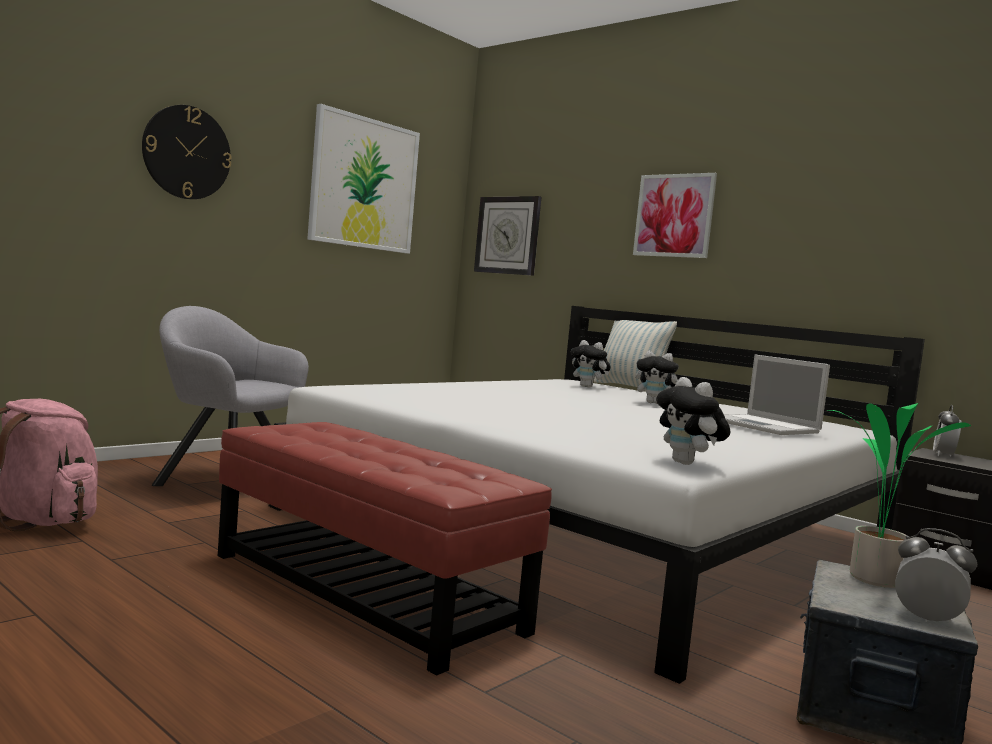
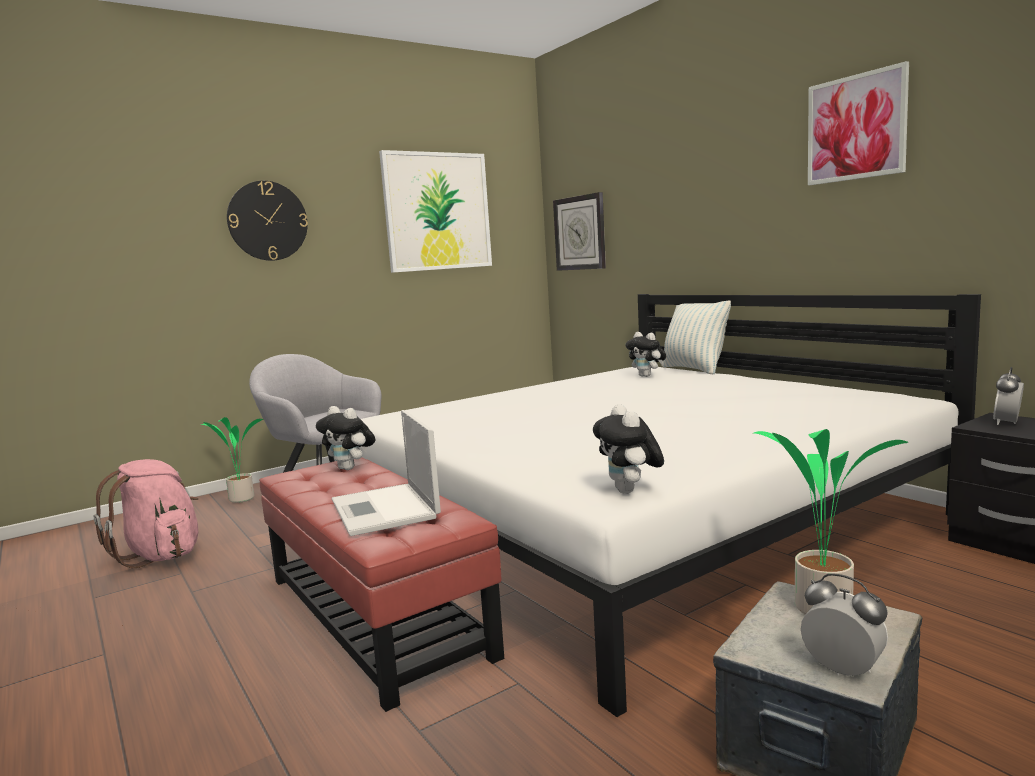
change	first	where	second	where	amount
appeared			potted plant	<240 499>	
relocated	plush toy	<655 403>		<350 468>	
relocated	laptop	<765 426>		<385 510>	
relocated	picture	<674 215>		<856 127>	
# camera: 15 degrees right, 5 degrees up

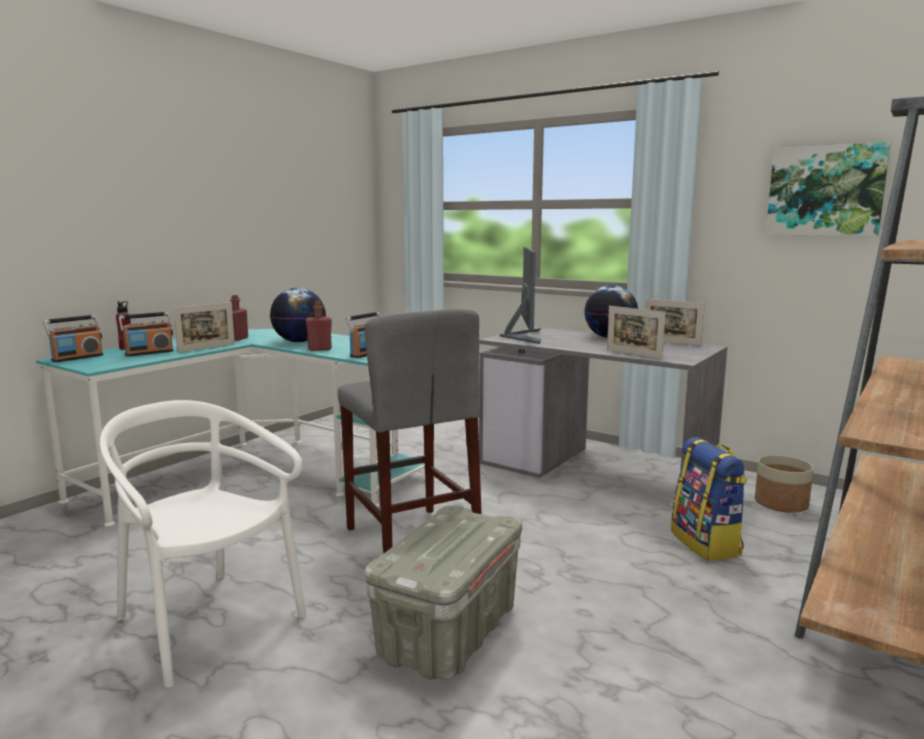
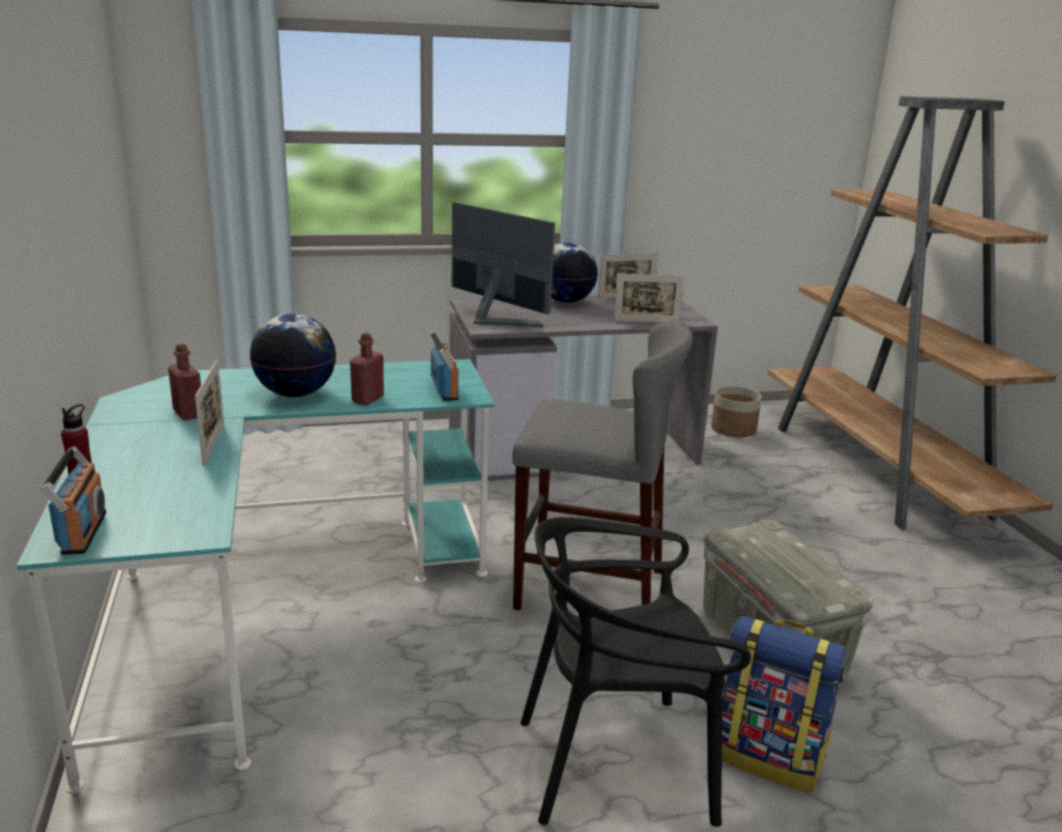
change	first	where	second	where	amount
colour	white chair	<207 622>	black chair	<616 764>	
relocated	backpack	<706 544>		<769 756>	
missing	radio	<149 353>			
missing	picture	<825 191>			
# camera: 50 degrees left, 10 degrees up

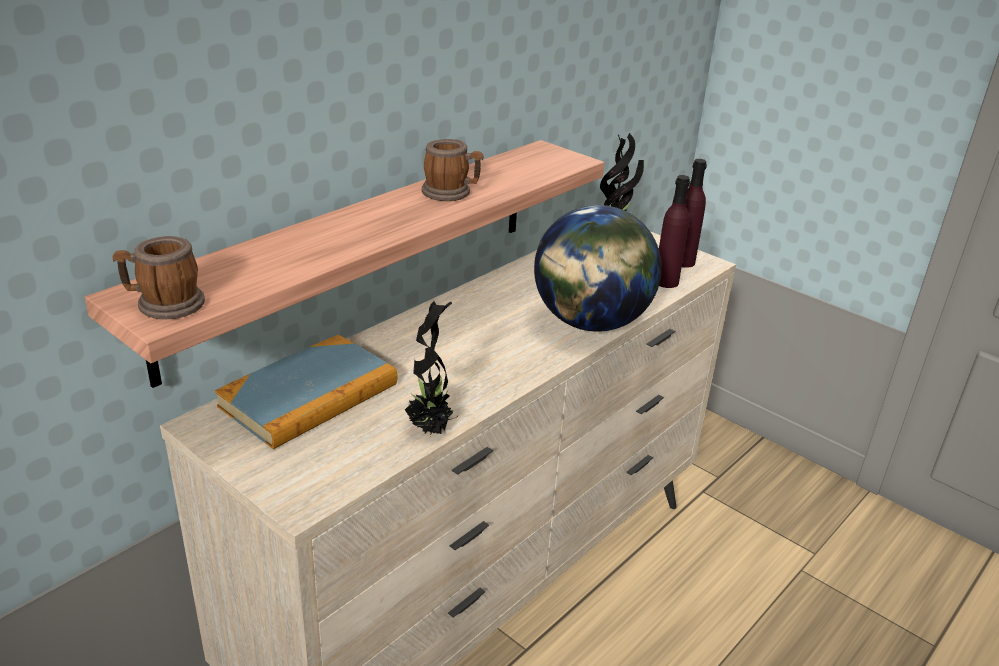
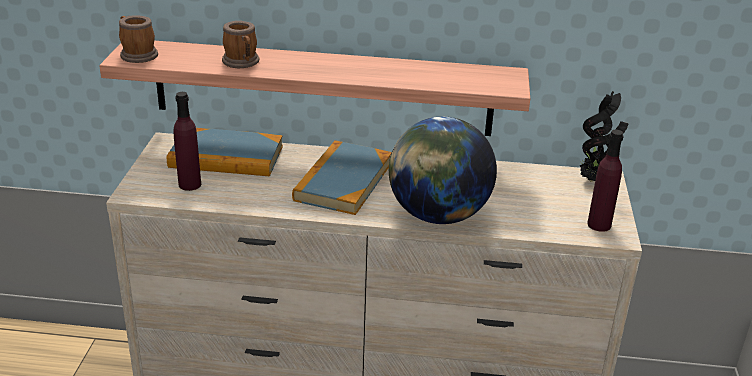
change	first	where	second	where	amount
relocated	purple bottle	<666 282>		<189 184>	
relocated	mug	<451 192>		<242 63>	
appeared			book	<343 181>	
missing	potted plant	<430 429>			
# camera: 55 degrees right, 0 degrees up

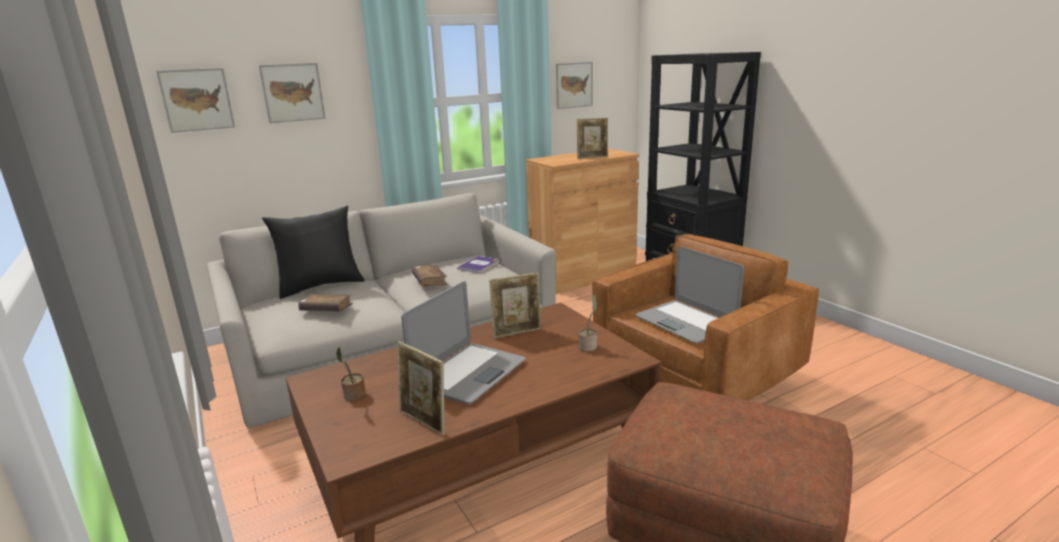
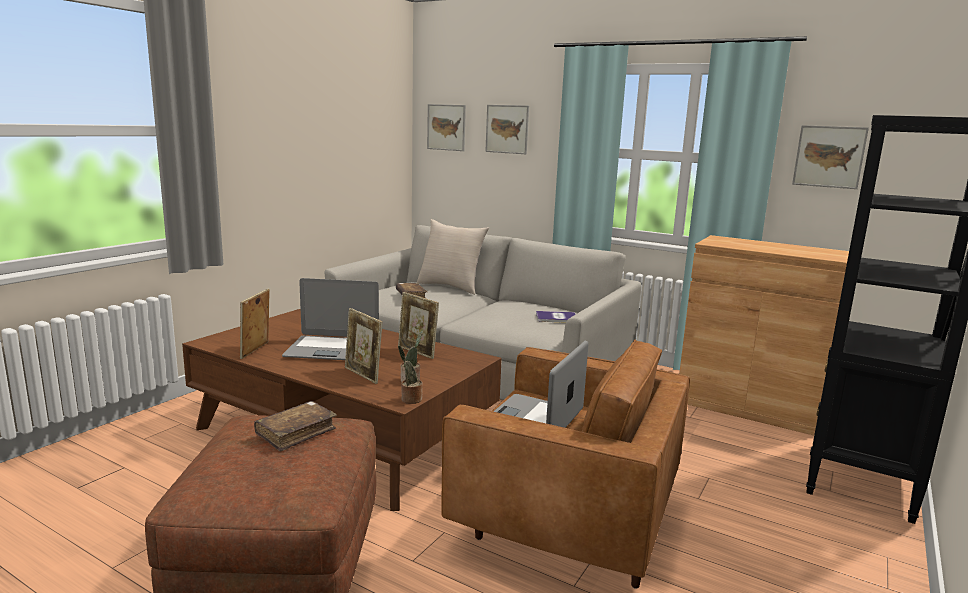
change	first	where	second	where	amount
relocated	brown book	<429 281>		<296 433>	
relocated	picture frame	<592 158>		<363 375>	
relocated	potted plant	<353 396>		<410 399>	
colour	black pillow	<320 286>	beige pillow	<451 286>	
# camera: 60 degrees right, 5 degrees down

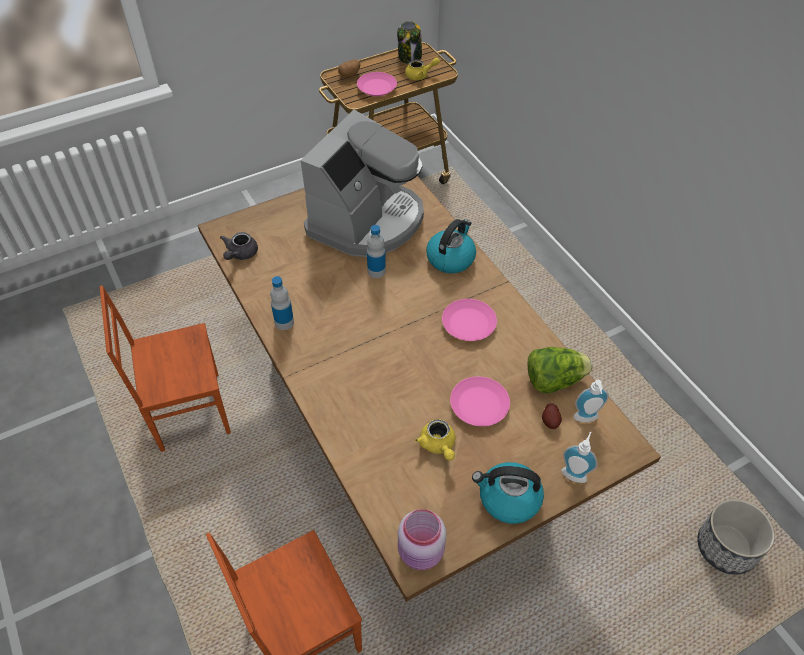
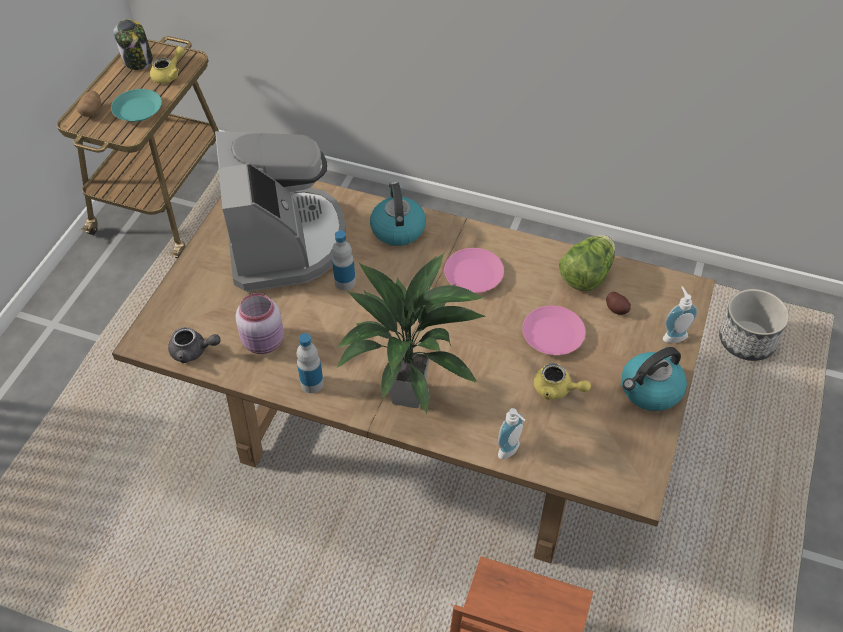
change	first	where	second	where	amount
colour	pink plate	<377 87>	turquoise plate	<137 109>	
spun	grey teapot	<240 254>		<193 351>	60 degrees counterclockwise
relocated	pink jar	<421 553>		<264 342>	
appeared			potted plant	<410 396>	
relocated	soap dispenser	<586 419>		<511 451>	
missing	brown chair	<188 411>			
# camera: 40 degrees left, 0 degrees up

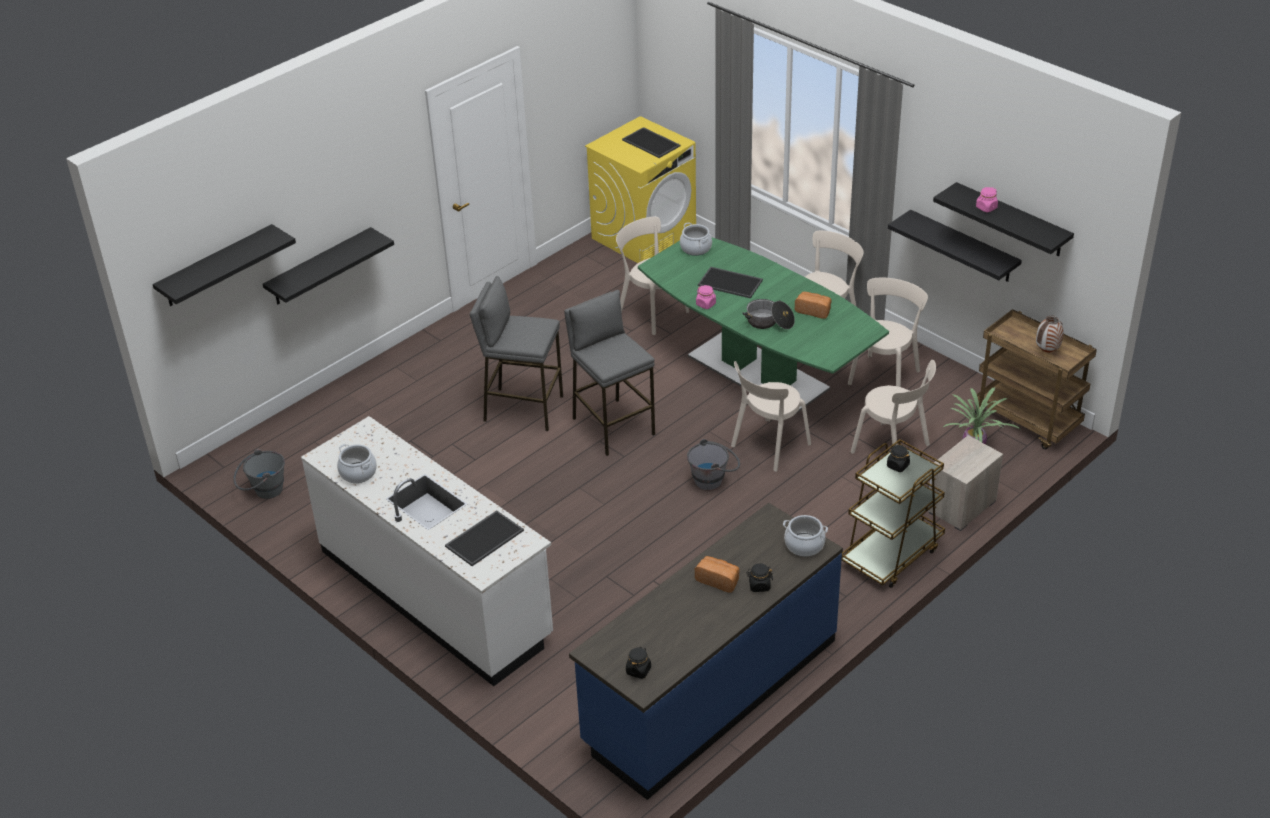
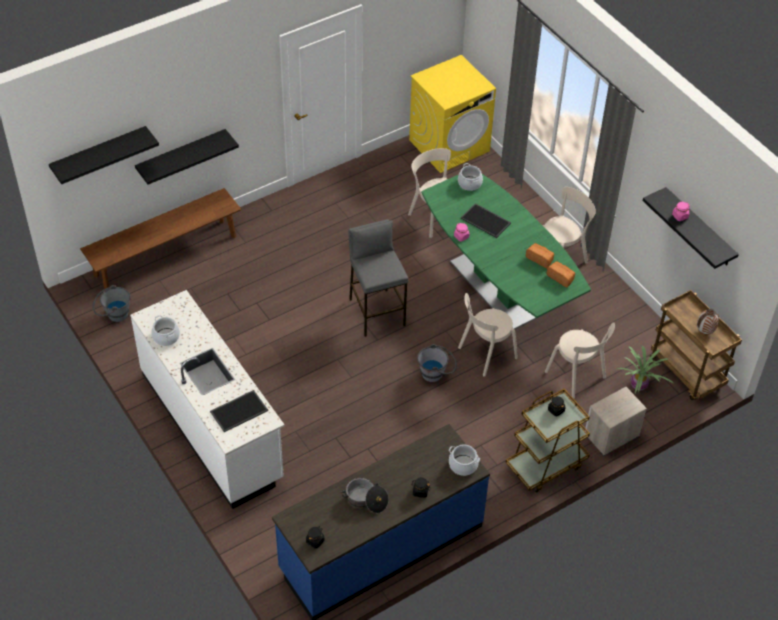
change	first	where	second	where	amount
appeared			brown bench	<165 256>	
relocated	cooking pot	<769 322>		<366 500>	
relocated	bread	<718 580>		<561 278>	
missing	grey stool	<523 408>			
missing	tray	<652 143>			
missing	beige chair	<885 375>			
missing	black shelf	<963 247>			
# camera: 10 degrees right, 10 degrees up

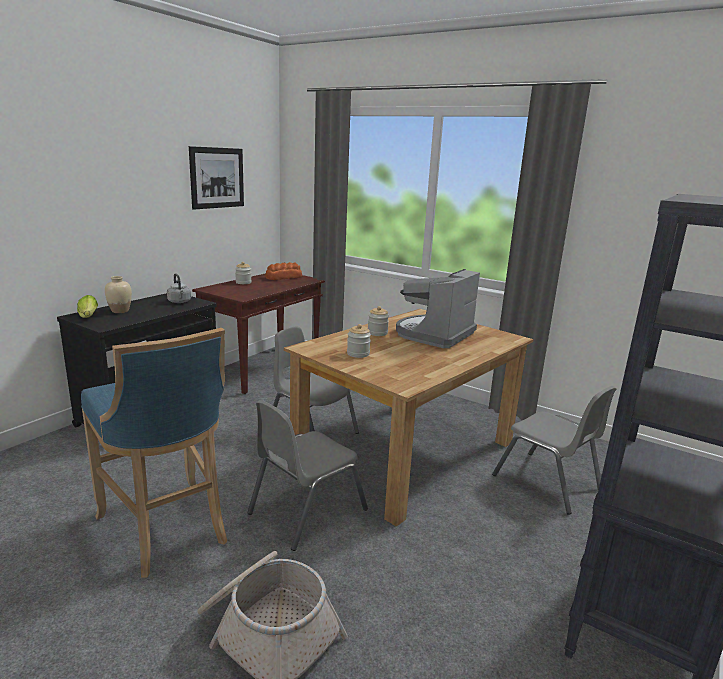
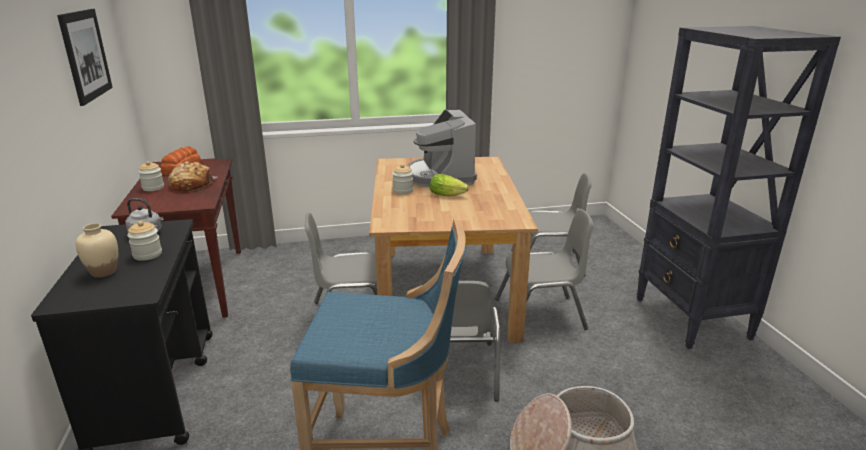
change	first	where	second	where	amount
relocated	jar	<358 354>		<147 254>	
appeared			bread	<191 184>	
relocated	lettuce	<88 317>		<449 195>	
appeared			grey chair	<540 315>	
# camera: 45 degrees left, 5 degrees up

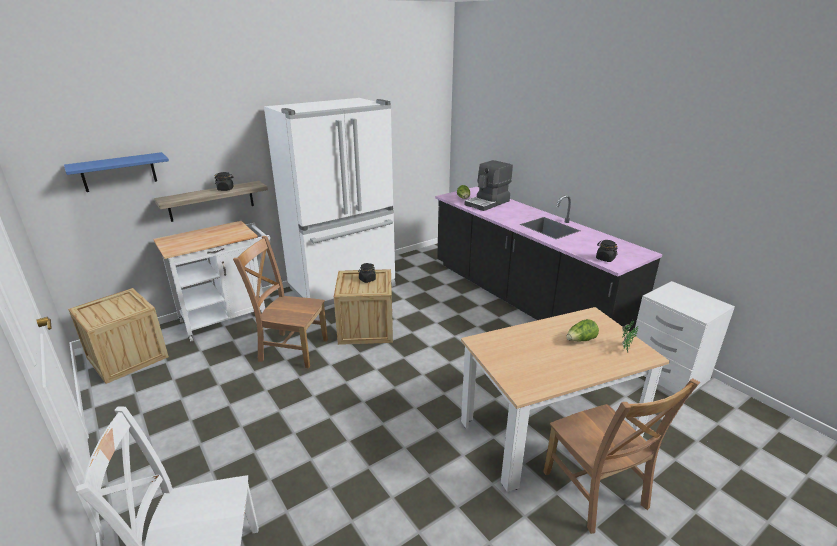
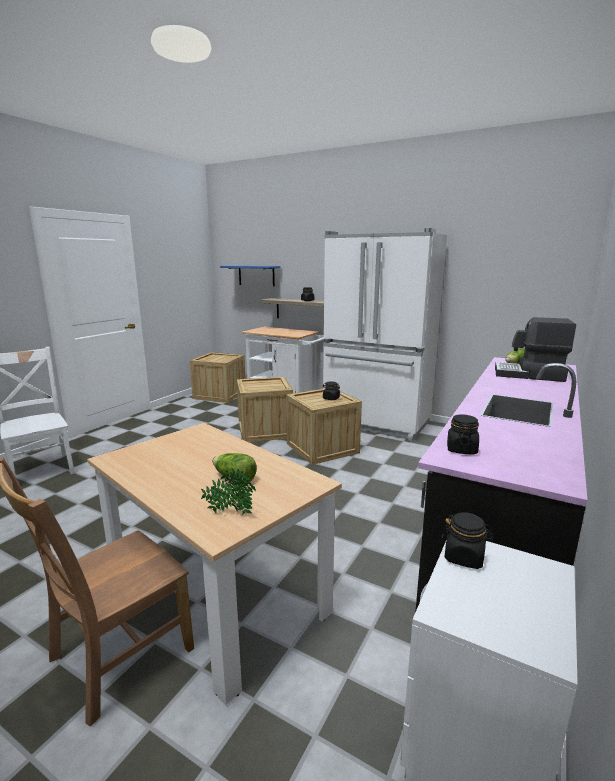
change	first	where	second	where	amount
exchanged	brown chair	<291 349>	crate	<265 430>	
appeared			black jar	<464 557>	
# camera: 65 degrees right, 10 degrees down

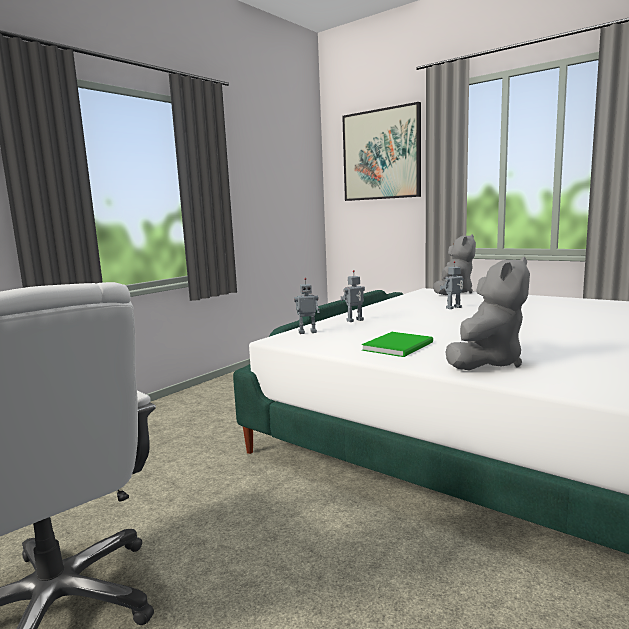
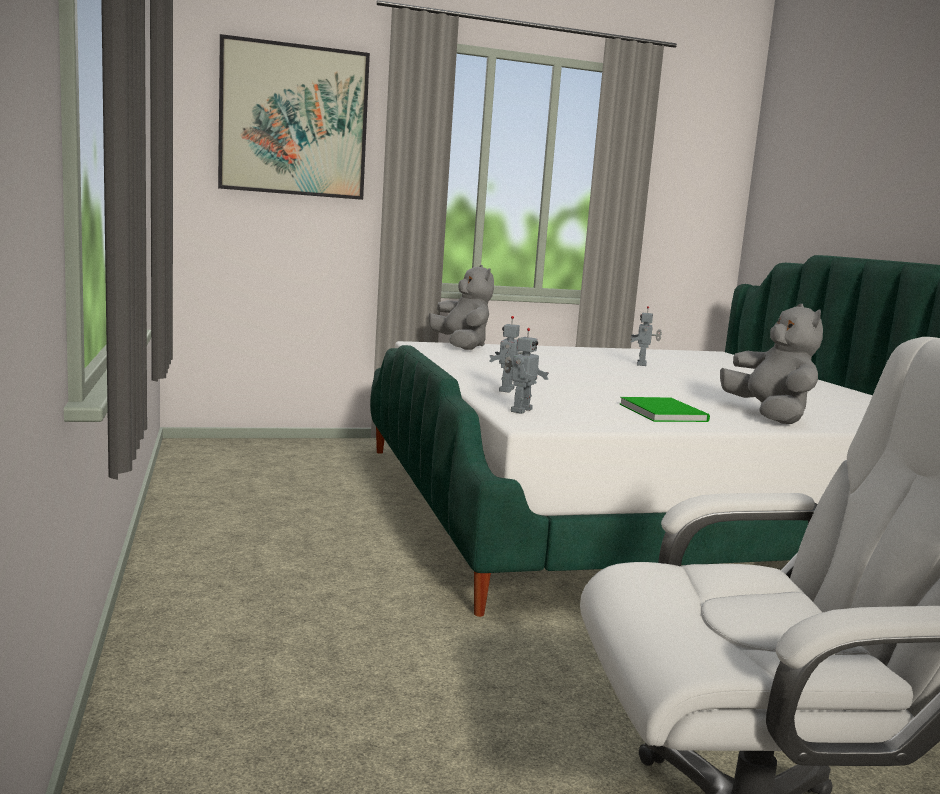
change	first	where	second	where	amount
relocated	toy robot	<454 308>		<642 364>	
# camera: 55 degrees left, 0 degrees up

